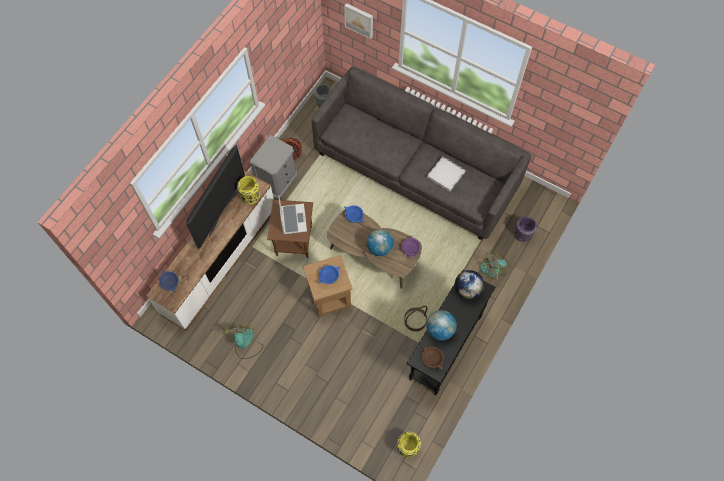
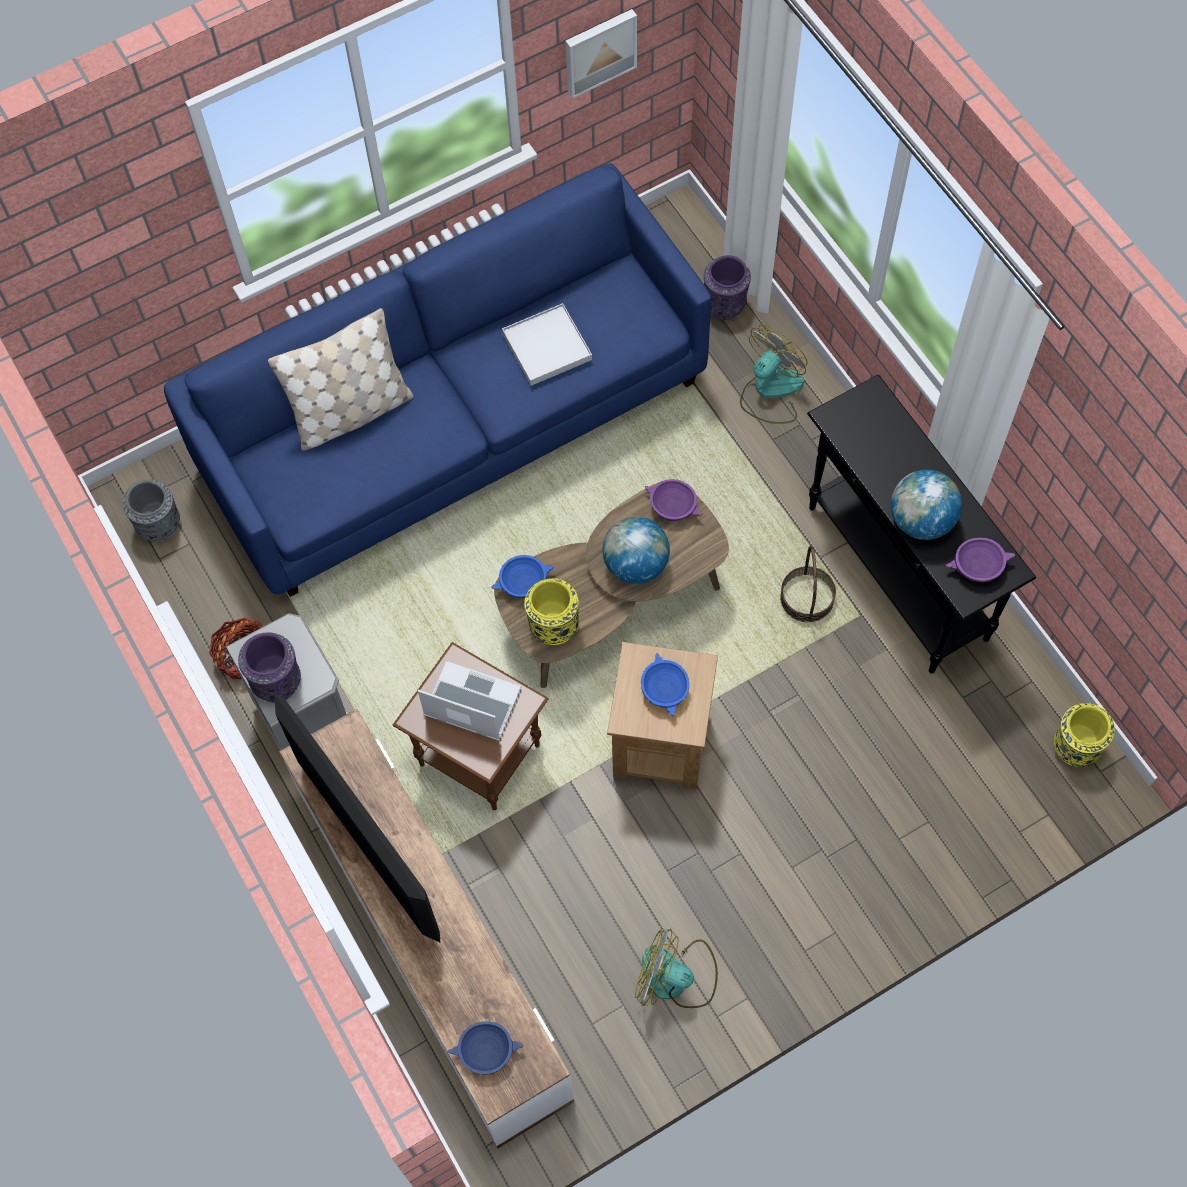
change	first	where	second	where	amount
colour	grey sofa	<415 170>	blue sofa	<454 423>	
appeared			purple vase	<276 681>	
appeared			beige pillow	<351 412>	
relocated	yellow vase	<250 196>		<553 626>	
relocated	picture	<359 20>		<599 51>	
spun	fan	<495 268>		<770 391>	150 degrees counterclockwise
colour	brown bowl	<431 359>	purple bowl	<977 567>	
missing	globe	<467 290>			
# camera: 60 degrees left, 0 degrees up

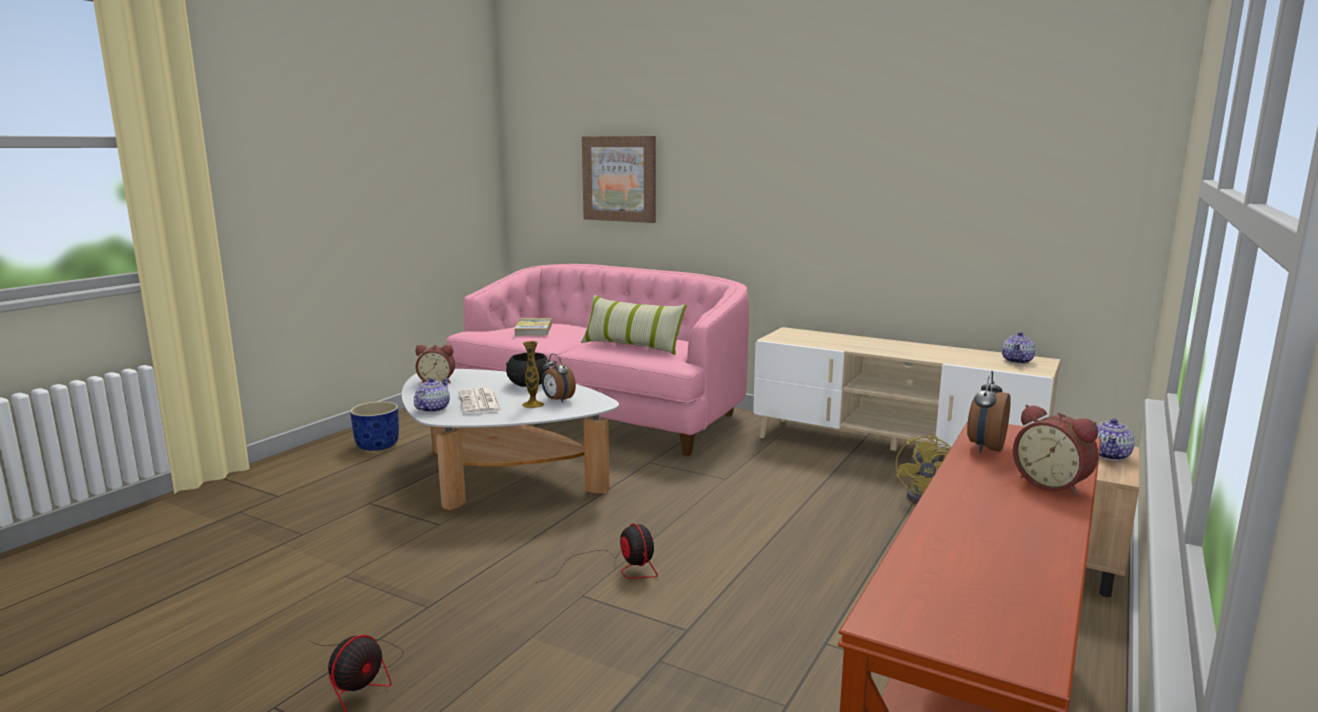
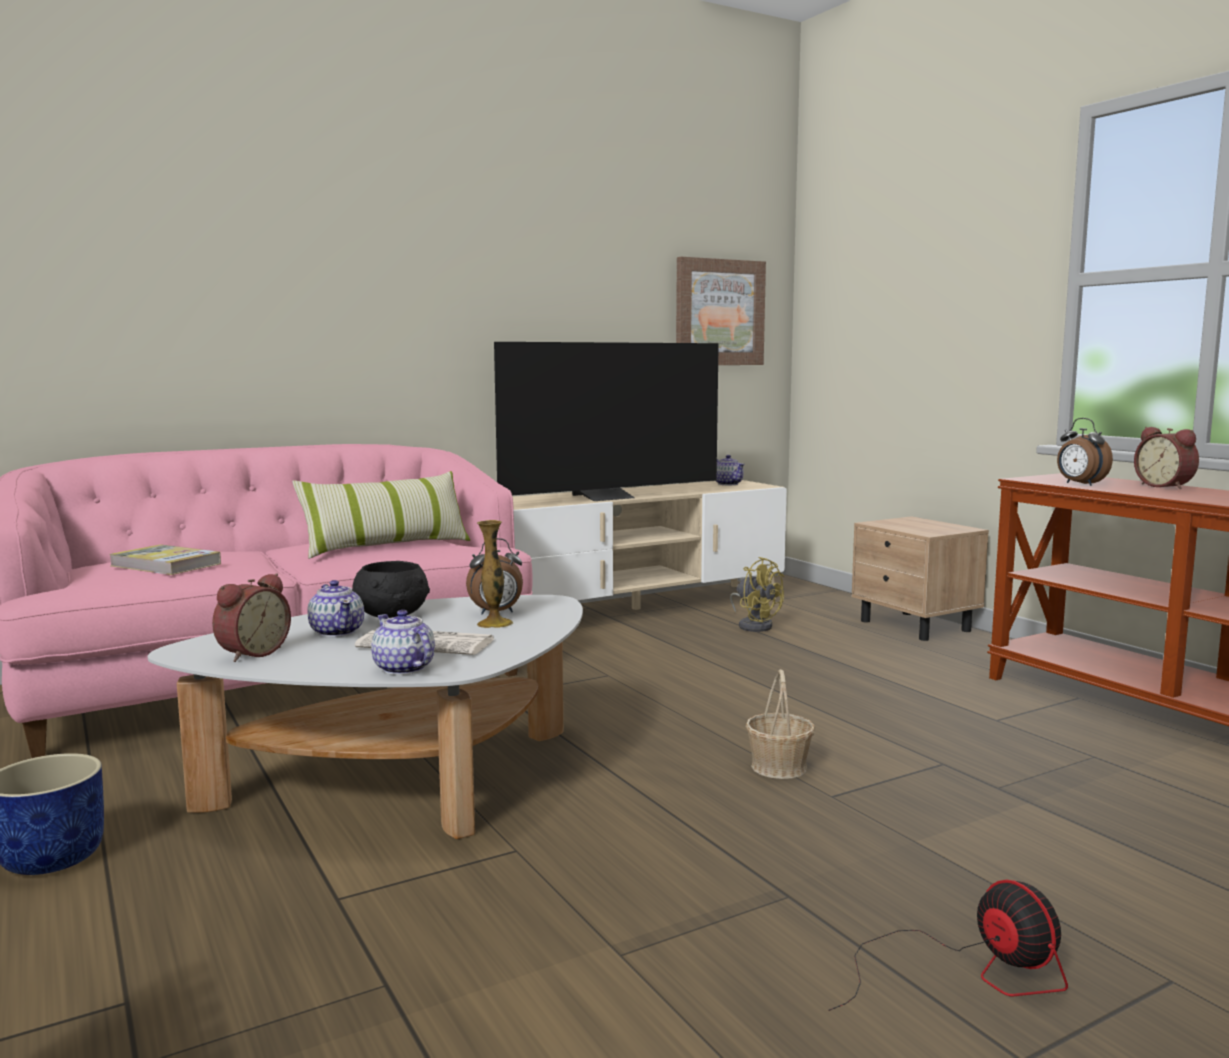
change	first	where	second	where	amount
relocated	teapot	<1109 455>		<337 632>	
appeared			television	<607 497>	
relocated	picture	<620 179>		<719 312>	
exchanged	fan	<616 568>	basket	<779 767>	
spun	alarm clock	<1052 484>		<1165 486>	75 degrees clockwise
# camera: 60 degrees left, 5 degrees down

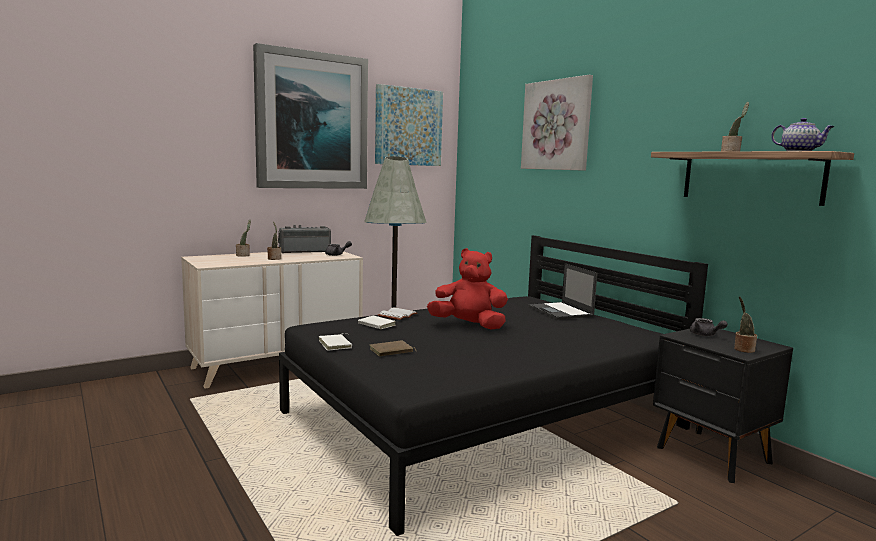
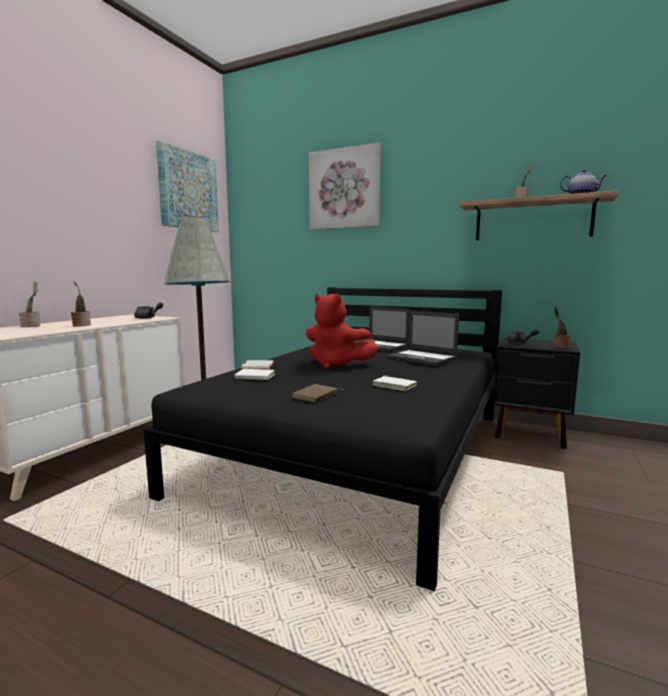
change	first	where	second	where	amount
spun	red plush toy	<469 325>		<336 365>	135 degrees counterclockwise
relocated	white book	<336 344>		<395 385>	
appeared			laptop	<422 358>	
missing	picture	<312 121>			
missing	radio	<305 251>			
# camera: 30 degrees left, 0 degrees up

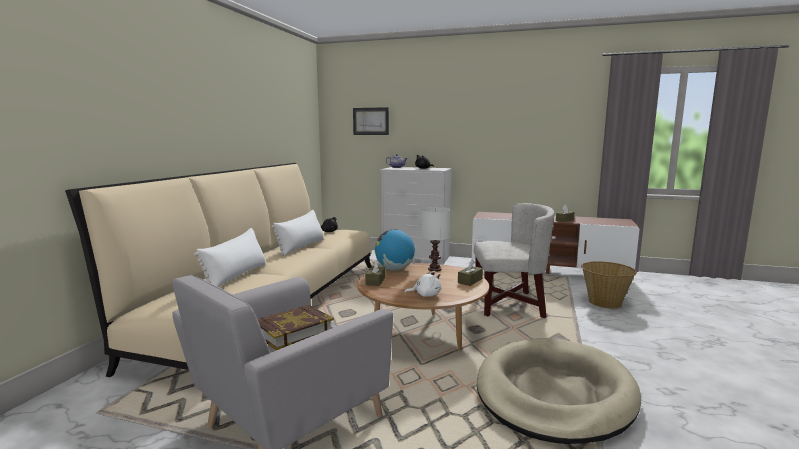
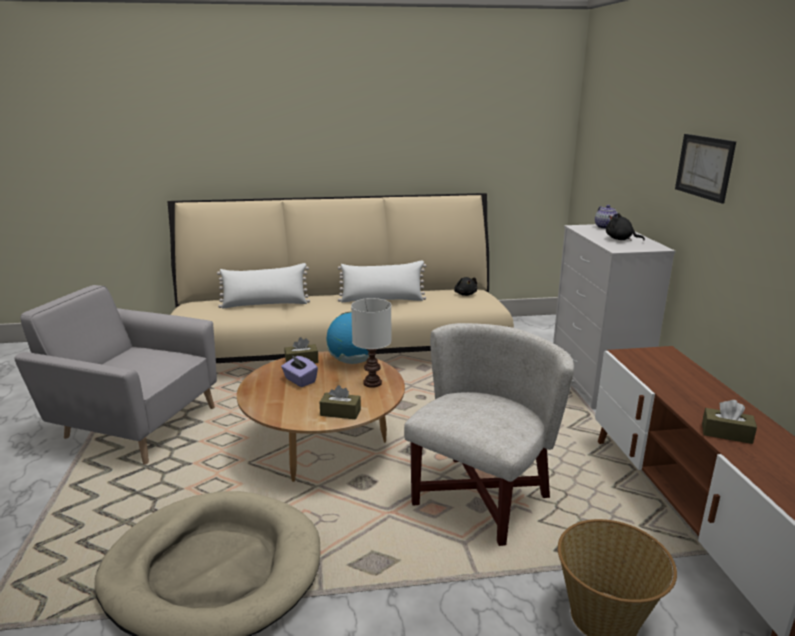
change	first	where	second	where	amount
appeared			purple tissue box	<300 380>	
spun	white armchair	<509 305>		<480 498>	120 degrees counterclockwise
relocated	picture	<370 121>		<704 167>	
missing	book	<293 331>			
missing	white plush toy	<425 295>			
# camera: 65 degrees right, 10 degrees up

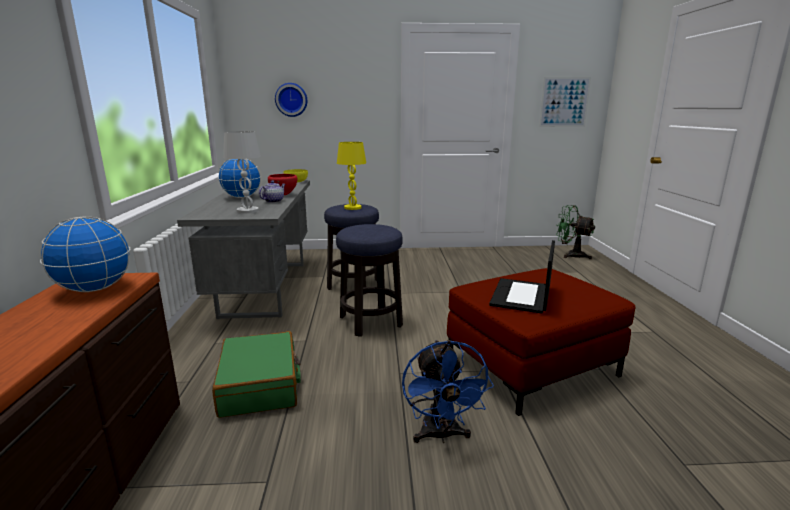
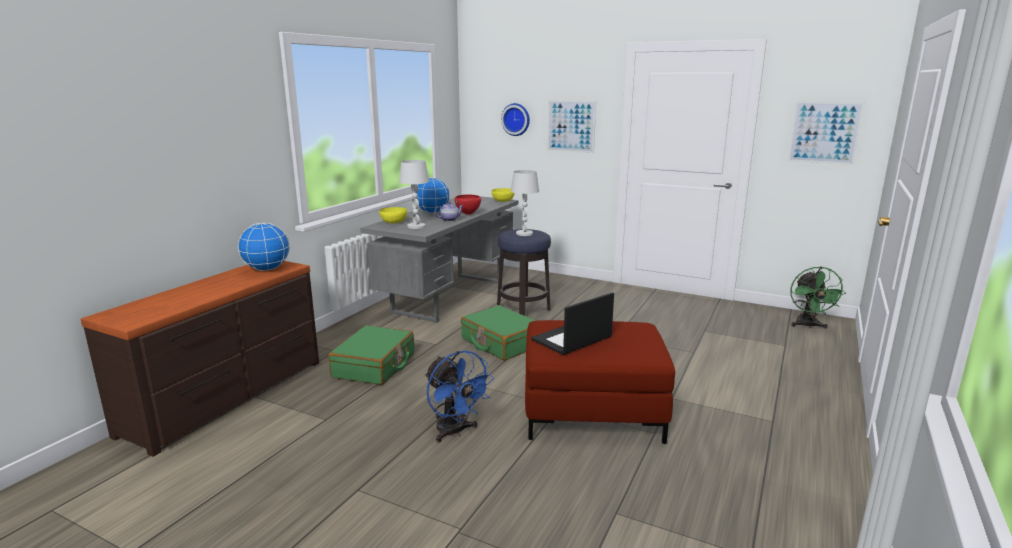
change	first	where	second	where	amount
appeared			yellow bowl	<394 222>	
spun	blue fan	<441 435>		<455 432>	60 degrees counterclockwise
exchanged	stool	<371 321>	green suitcase	<501 342>	
colour	yellow table lamp	<353 208>	white table lamp	<524 234>	
appeared			picture	<571 126>	
spun	green fan	<571 255>		<808 326>	150 degrees counterclockwise
# camera: 30 degrees right, 0 degrees up

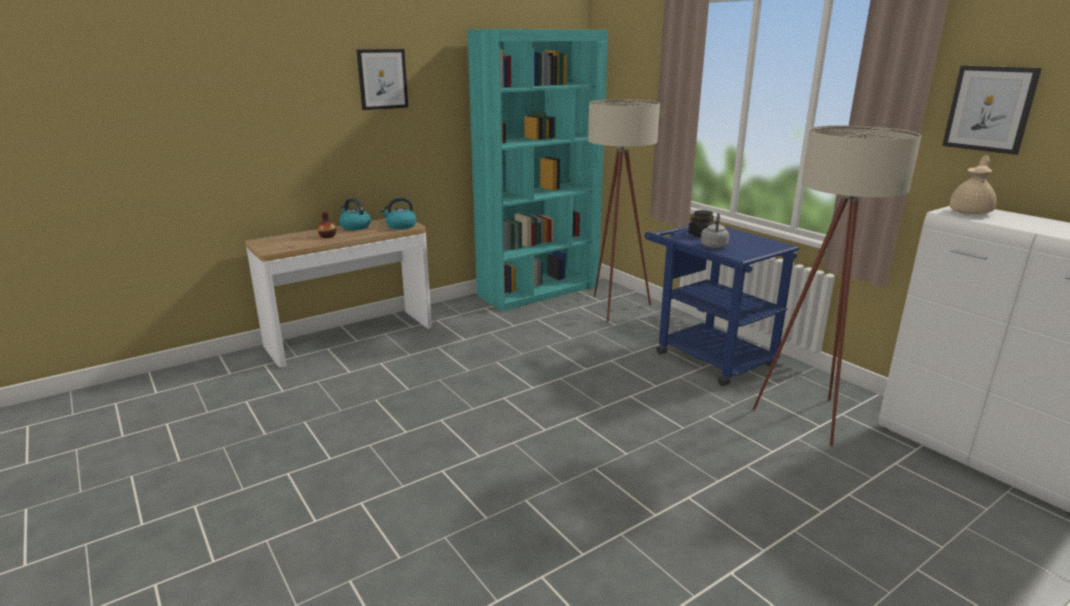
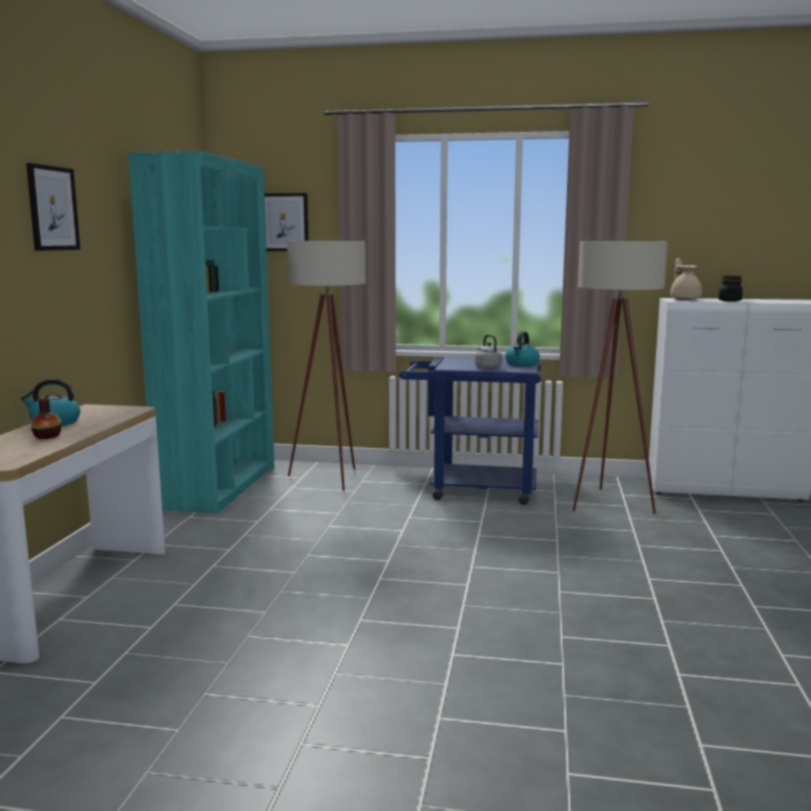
change	first	where	second	where	amount
relocated	picture	<989 109>		<284 222>	
relocated	kettle	<400 226>		<522 364>	
relocated	black jar	<700 235>		<729 301>	
# camera: 45 degrees left, 10 degrees down

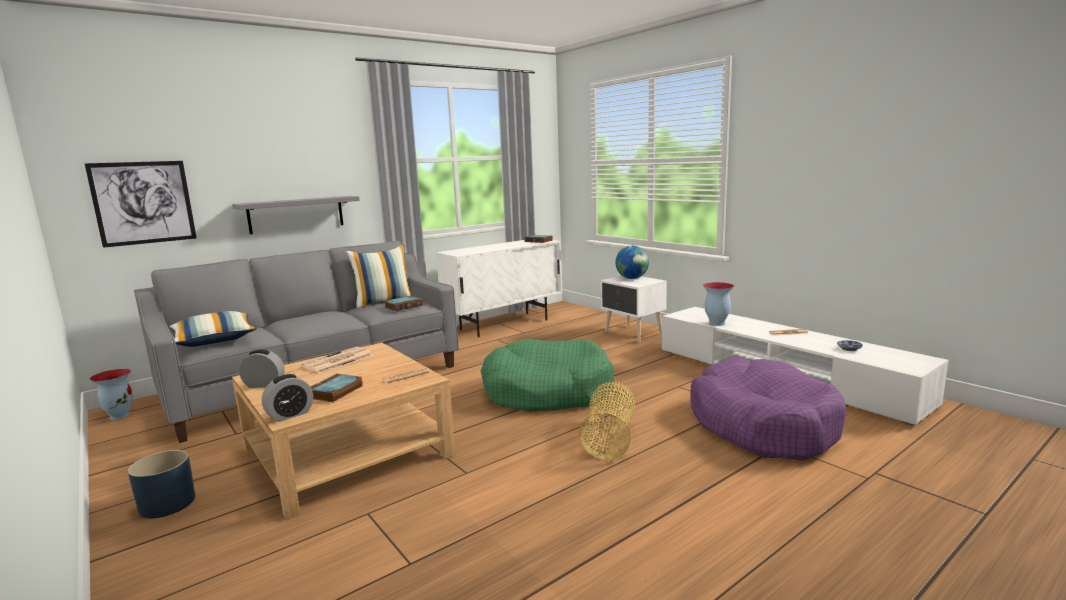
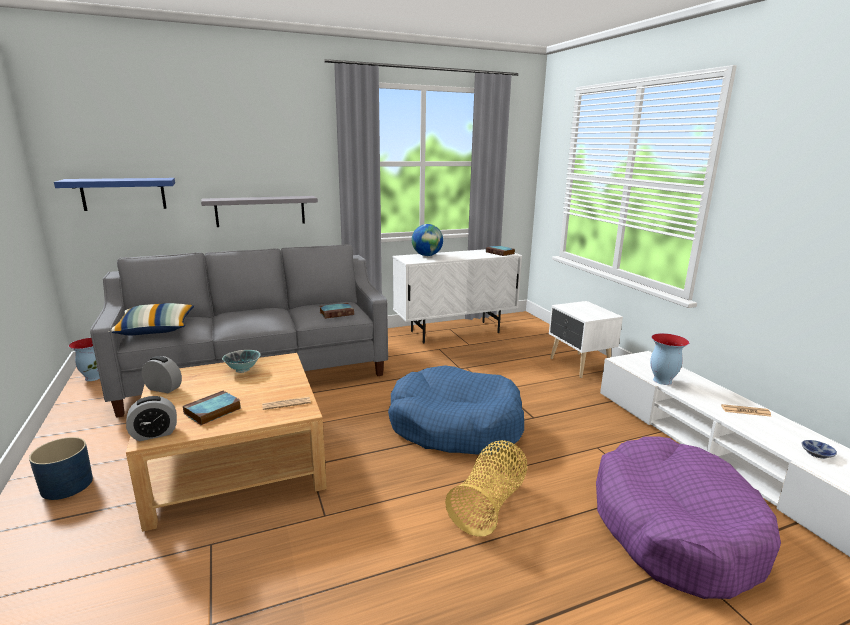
change	first	where	second	where	amount
exchanged	picture	<143 203>	blue shelf	<123 194>	
exchanged	newspaper	<337 361>	bowl	<243 370>	
colour	green dog bed	<547 391>	blue dog bed	<455 425>	
relocated	globe	<632 278>		<427 255>	
missing	pillow	<383 301>			
# camera: 15 degrees right, 5 degrees up

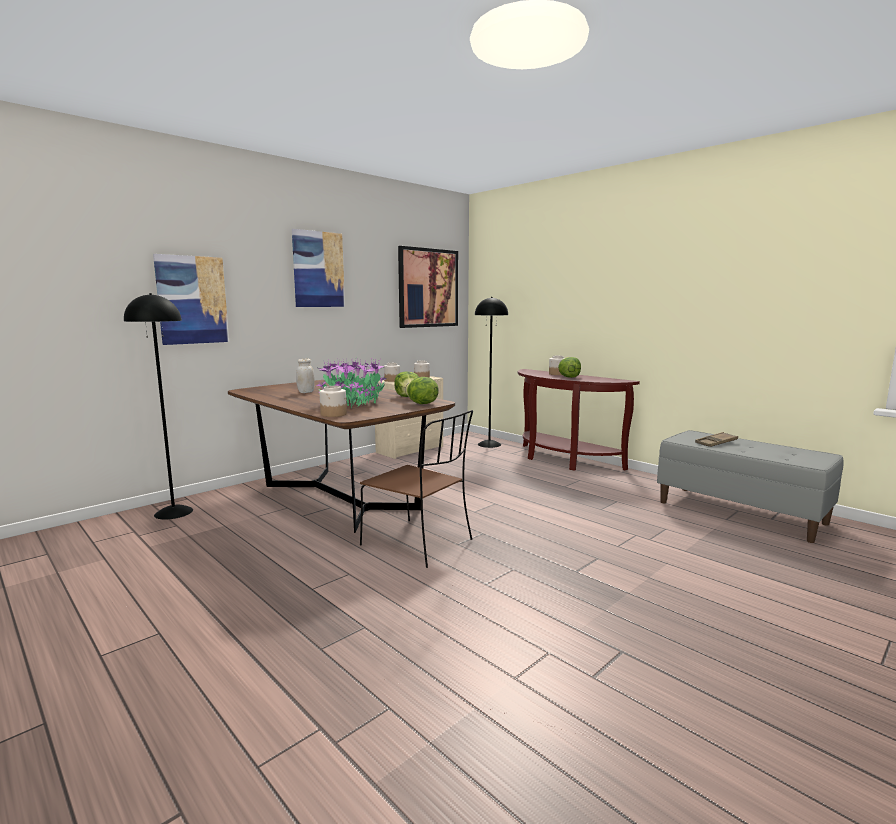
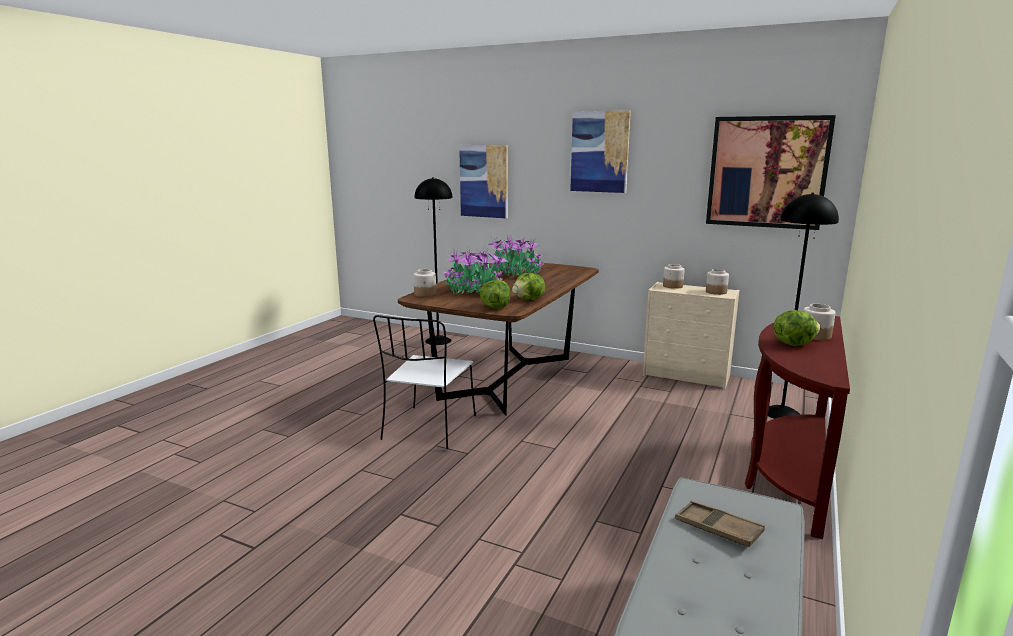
change	first	where	second	where	amount
colour	brown chair	<419 543>	white chair	<428 428>	
exchanged	white jar	<306 392>	potted plant	<515 274>	
# camera: 70 degrees right, 5 degrees up

